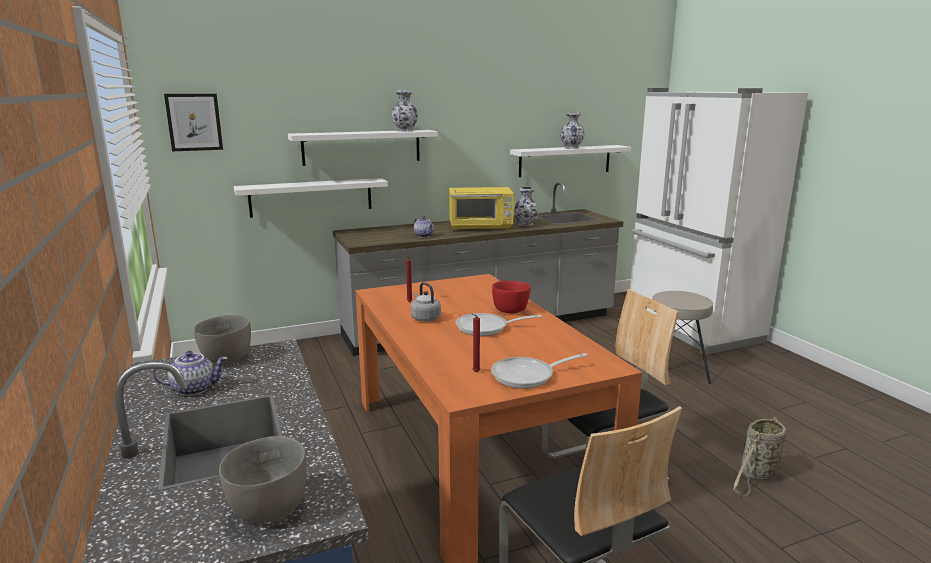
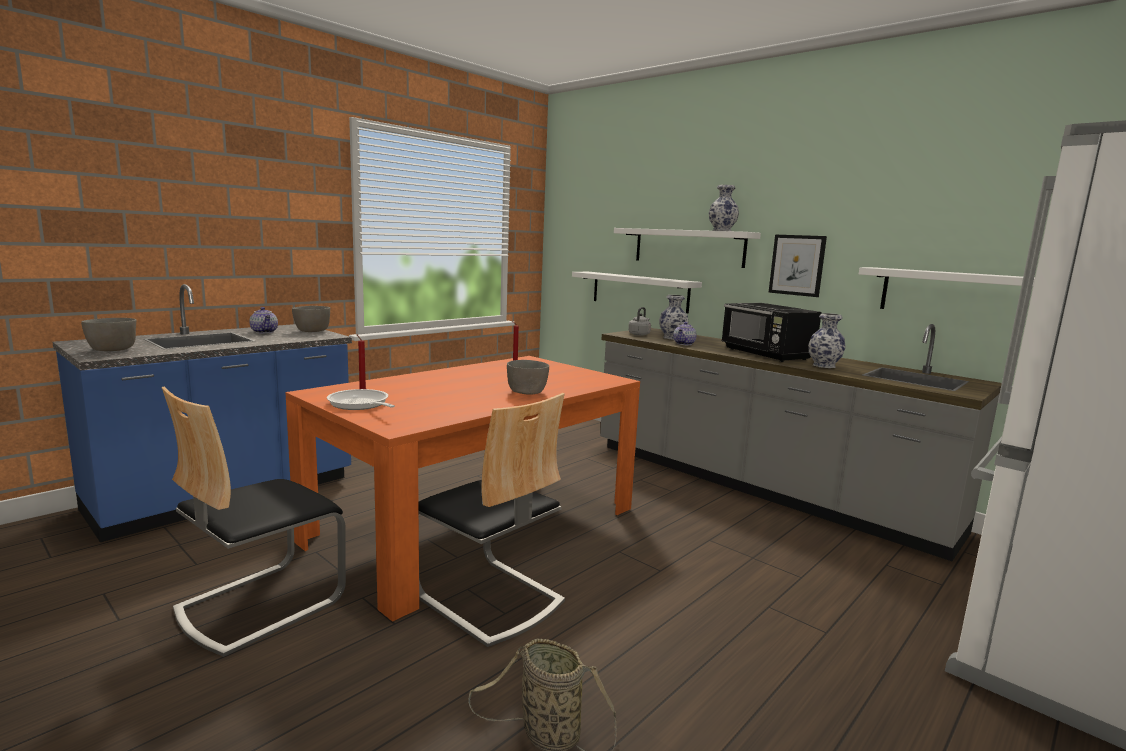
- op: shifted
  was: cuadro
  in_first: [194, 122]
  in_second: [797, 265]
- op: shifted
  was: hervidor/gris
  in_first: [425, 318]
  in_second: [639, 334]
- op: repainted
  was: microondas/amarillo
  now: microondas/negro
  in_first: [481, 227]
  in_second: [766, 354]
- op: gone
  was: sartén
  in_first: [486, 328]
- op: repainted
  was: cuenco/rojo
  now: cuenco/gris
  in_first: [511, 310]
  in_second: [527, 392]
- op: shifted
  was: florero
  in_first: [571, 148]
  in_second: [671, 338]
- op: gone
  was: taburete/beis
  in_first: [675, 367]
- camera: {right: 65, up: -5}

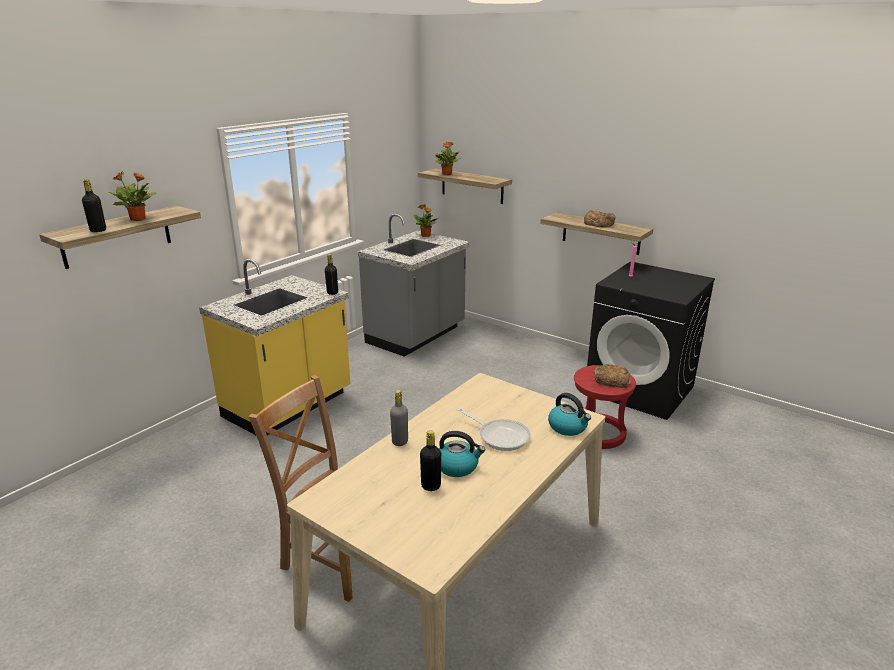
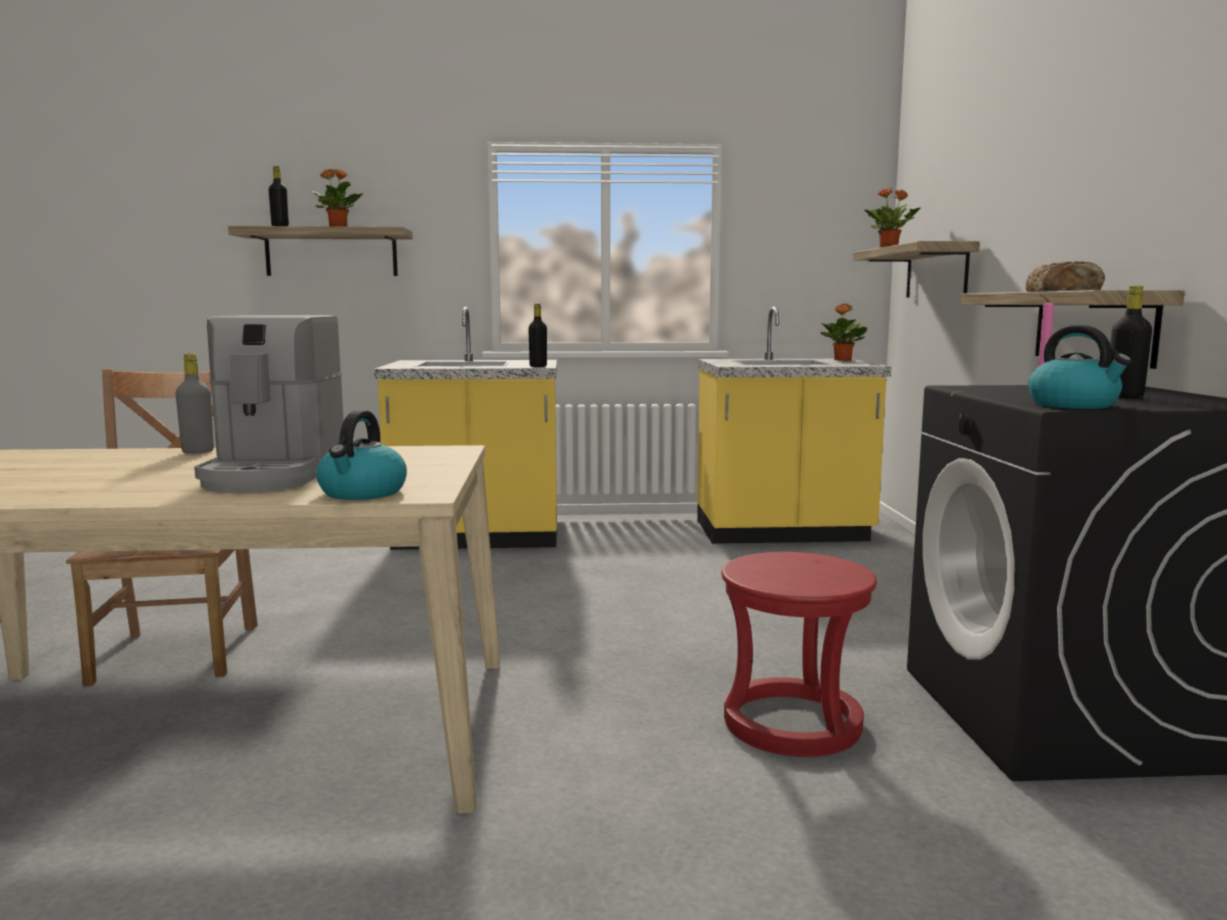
- op: repainted
  was: mueble bajo de cocina/gris
  now: mueble bajo de cocina/amarillo
  in_first: [416, 336]
  in_second: [782, 533]
- op: shifted
  was: botella/negro
  in_first: [431, 486]
  in_second: [1124, 397]
- op: shifted
  was: hervidor
  in_first: [457, 466]
  in_second: [1074, 405]
- op: swapped
  was: sartén
  now: cafetera
  in_first: [500, 436]
  in_second: [274, 474]
- op: gone
  was: pan
  in_first: [611, 380]
- camera: {right: 50, up: -15}

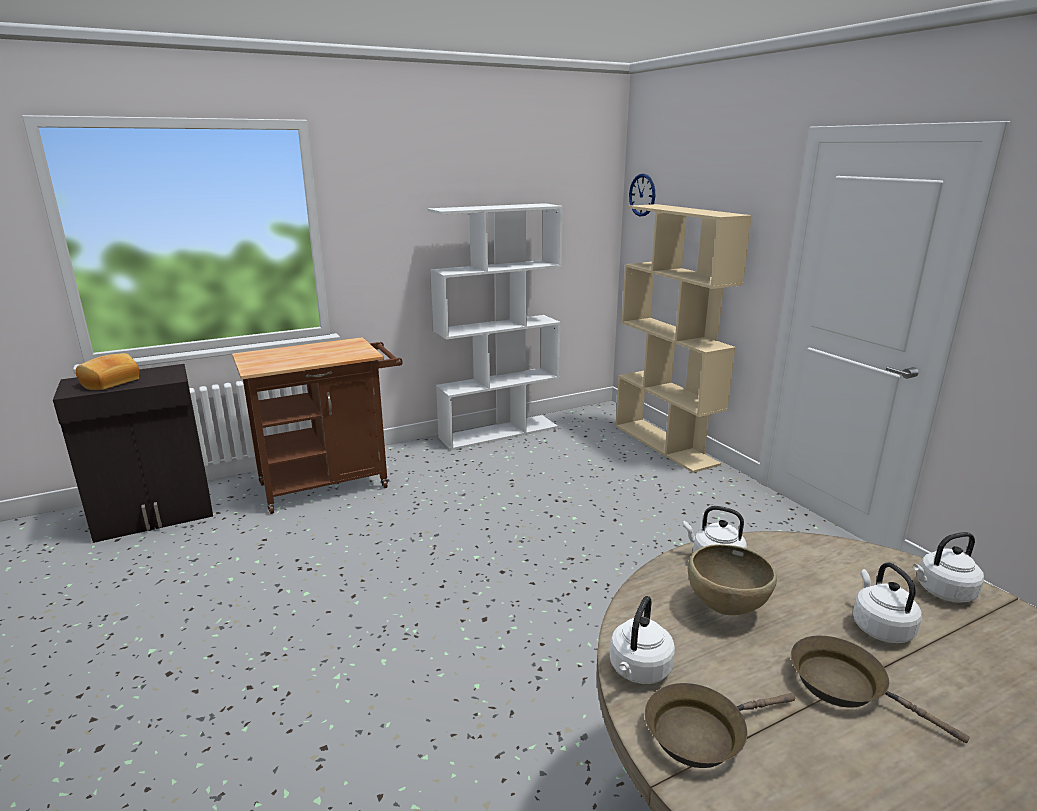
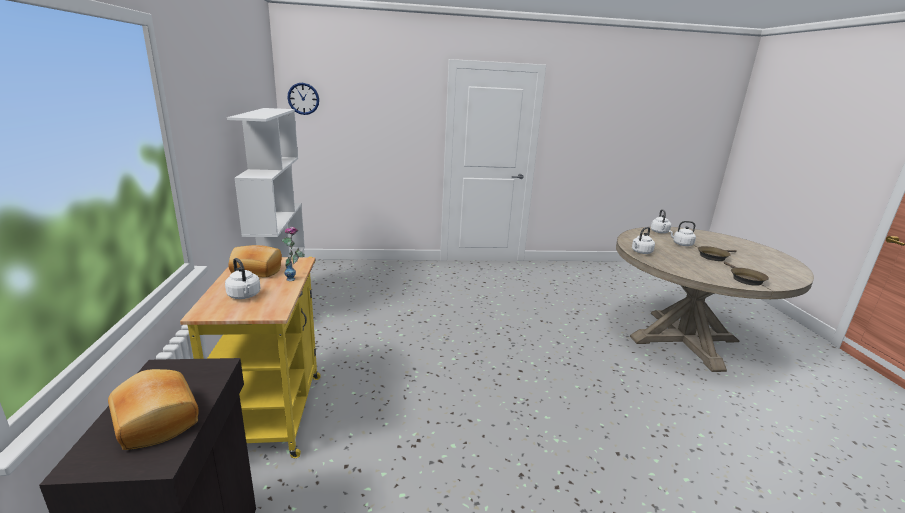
- op: repainted
  was: carrito/marrón
  now: carrito/amarillo
  in_first: [332, 483]
  in_second: [274, 408]
- op: shifted
  was: hervidor/blanco
  in_first: [639, 670]
  in_second: [244, 296]
- op: gone
  was: estantería/beis
  in_first: [665, 444]
- op: gone
  was: cuenco/marrón
  in_first: [726, 608]
- op: new
  now: pan
  in_second: [256, 271]
- op: new
  now: florero
  in_second: [295, 277]
- camera: {right: -70, up: 0}

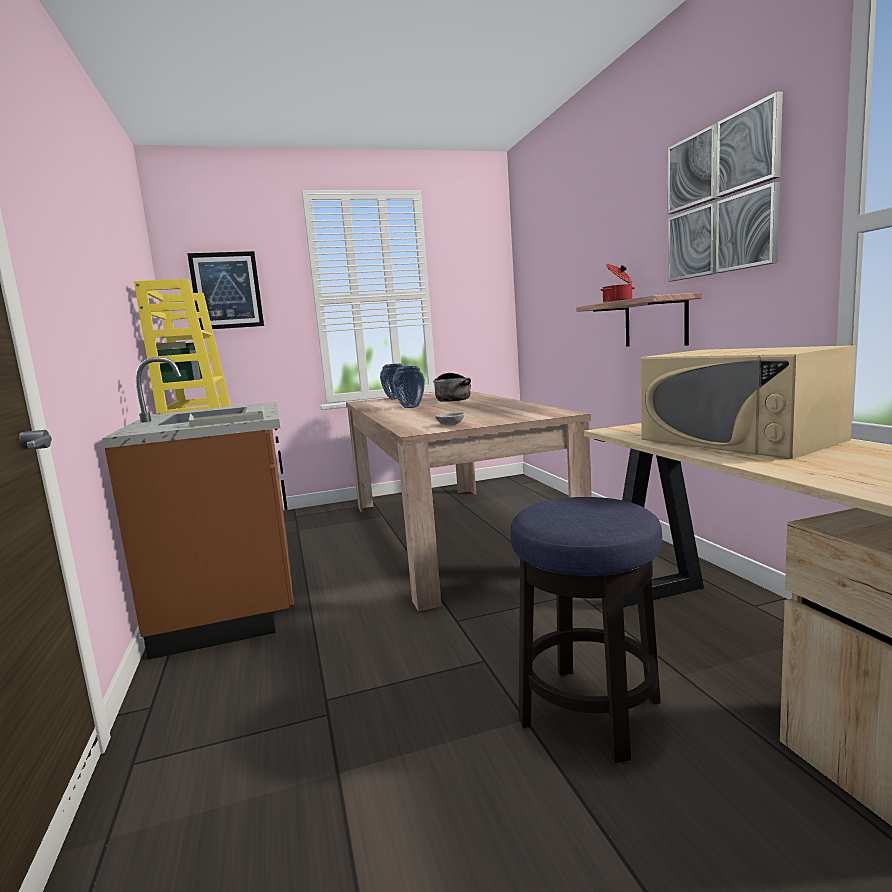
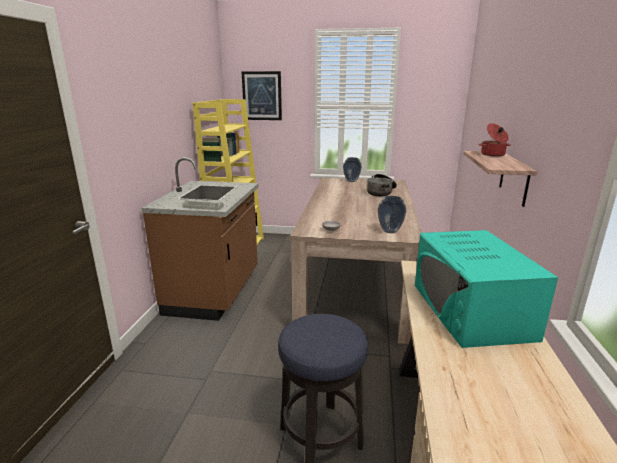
- op: shifted
  was: florero
  in_first: [411, 407]
  in_second: [390, 231]
- op: repainted
  was: microondas/beis
  now: microondas/turquesa
  in_first: [739, 440]
  in_second: [470, 310]
- op: gone
  was: cuadro
  in_first: [720, 199]
- camera: {right: 25, up: 10}

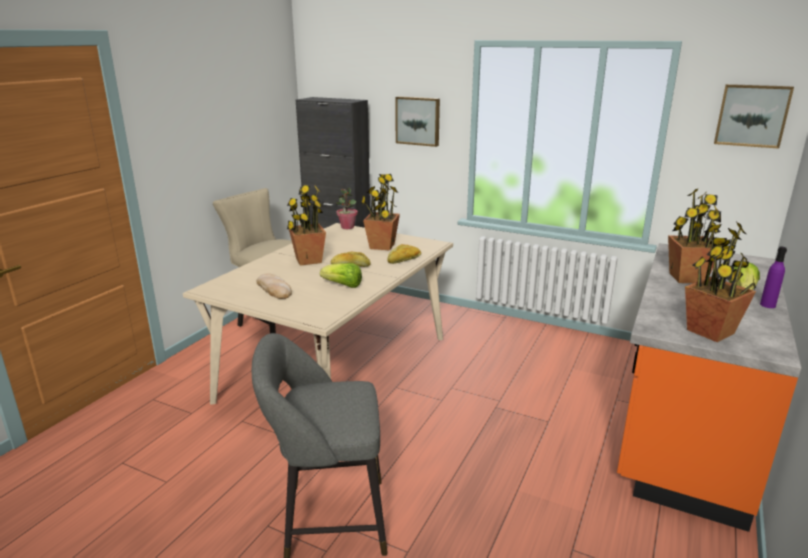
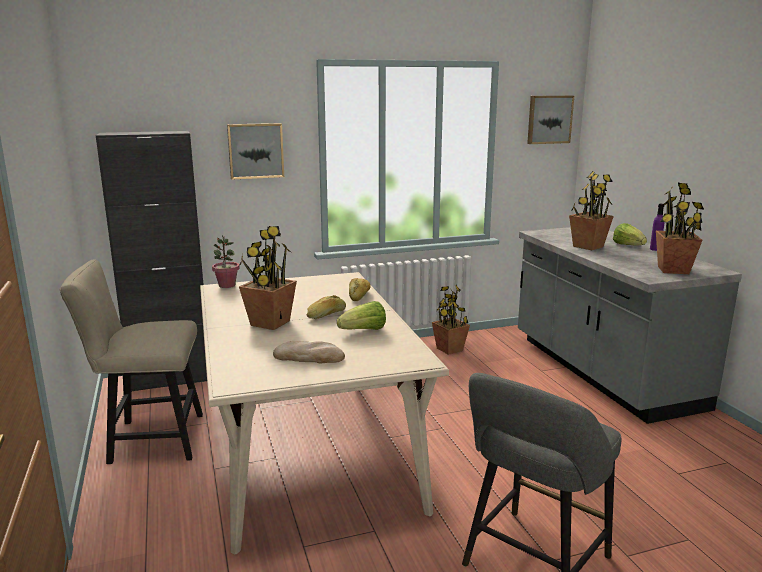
- op: shifted
  was: planta en maceta
  in_first: [382, 246]
  in_second: [450, 349]
- op: repainted
  was: mueble bajo de cocina/naranja
  now: mueble bajo de cocina/gris
  in_first: [683, 430]
  in_second: [602, 372]
- camera: {right: -45, up: -5}

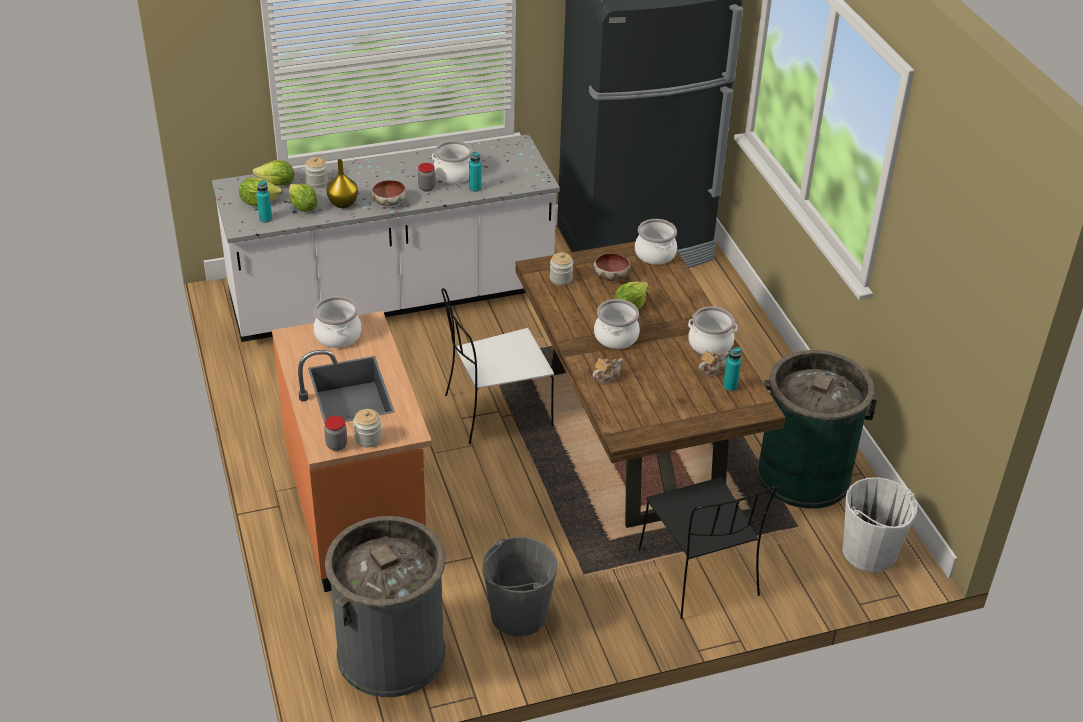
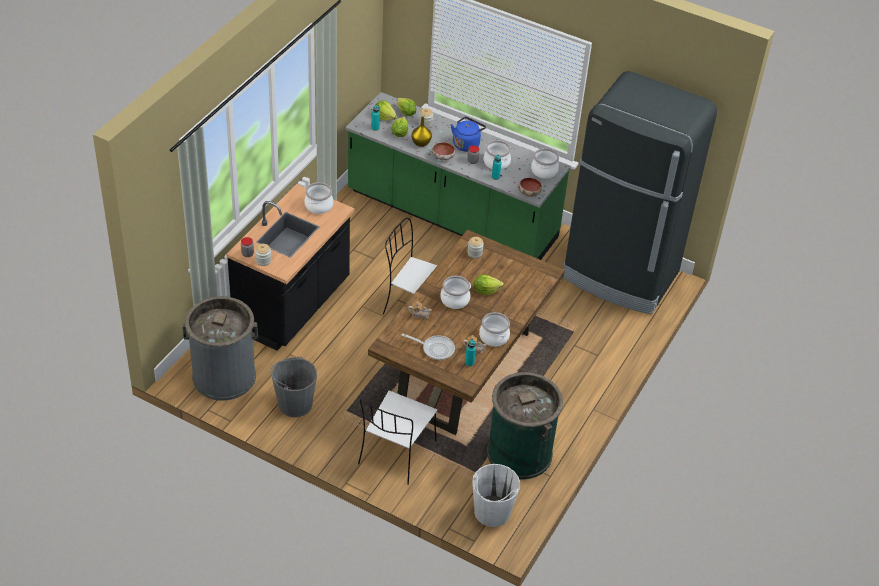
- op: repainted
  was: mueble bajo de cocina/blanco
  now: mueble bajo de cocina/verde
  in_first: [392, 297]
  in_second: [451, 216]
- op: repainted
  was: mueble bajo de cocina/naranja
  now: mueble bajo de cocina/negro
  in_first: [358, 511]
  in_second: [294, 307]
- op: shifted
  was: cuenco
  in_first: [610, 277]
  in_second: [529, 193]
- op: shifted
  was: olla
  in_first: [654, 254]
  in_second: [544, 171]
- op: repainted
  was: silla/negro
  now: silla/blanco
  in_first: [700, 575]
  in_second: [396, 454]
- op: new
  now: sartén
  in_second: [435, 349]
- op: new
  now: hervidor/azul
  in_second: [467, 144]
- camera: {right: 45, up: 5}

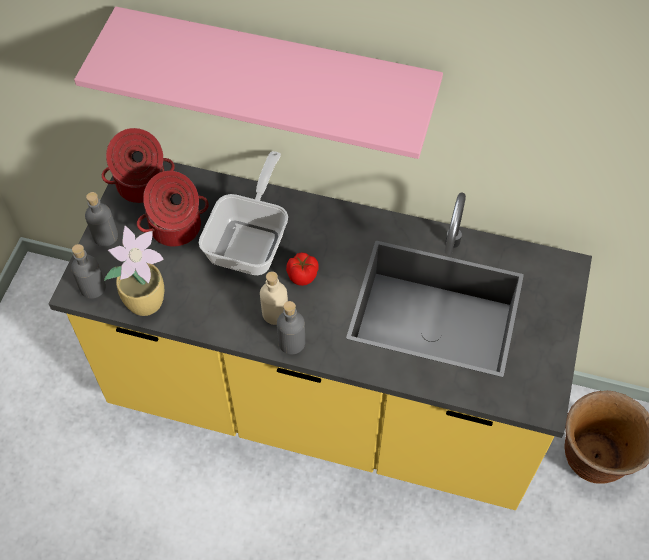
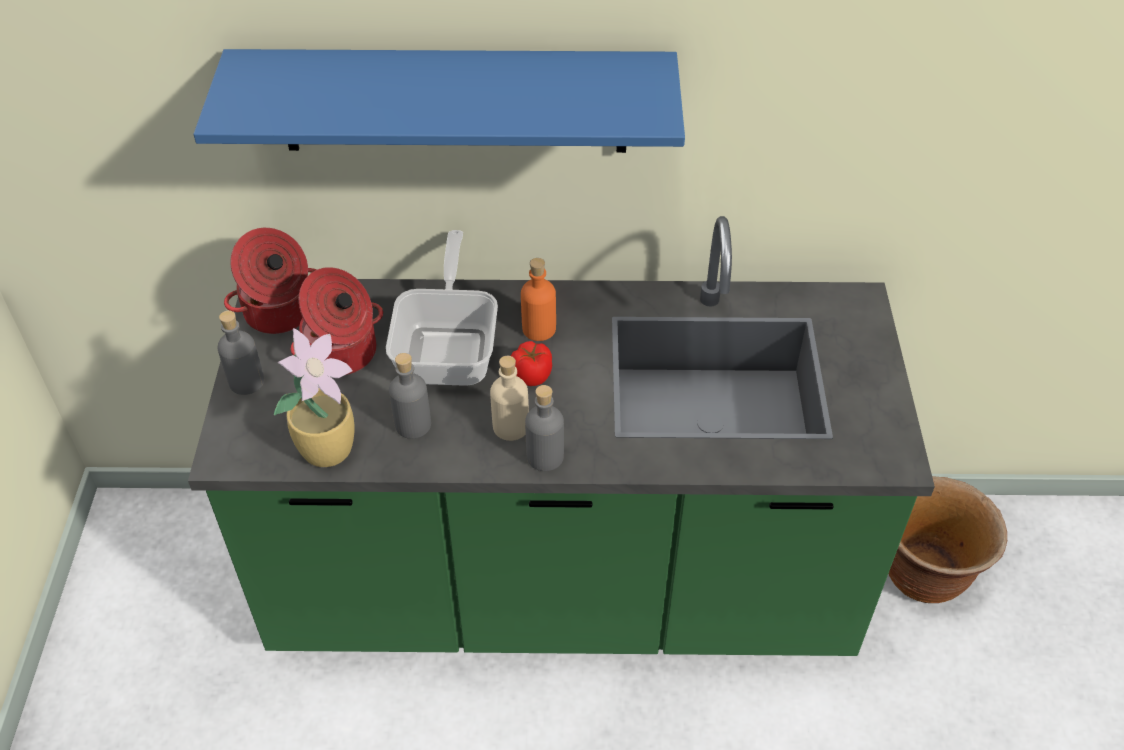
- op: repainted
  was: mueble bajo de cocina/amarillo
  now: mueble bajo de cocina/verde
  in_first: [324, 404]
  in_second: [562, 589]
- op: shifted
  was: botella/gris
  in_first: [92, 287]
  in_second: [413, 424]
- op: repainted
  was: estante/rosa
  now: estante/azul
  in_first: [277, 71]
  in_second: [453, 101]
- op: new
  now: botella/naranja
  in_second: [539, 329]
- camera: {right: -15, up: -10}

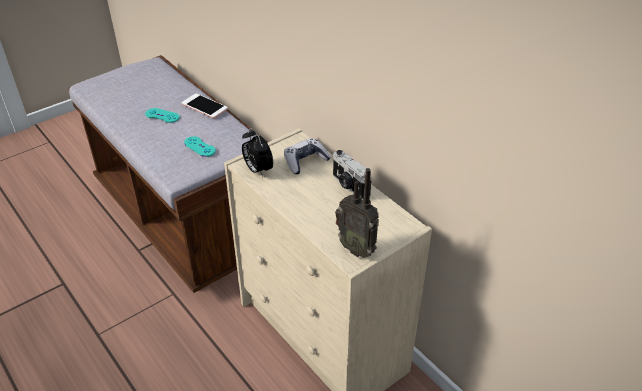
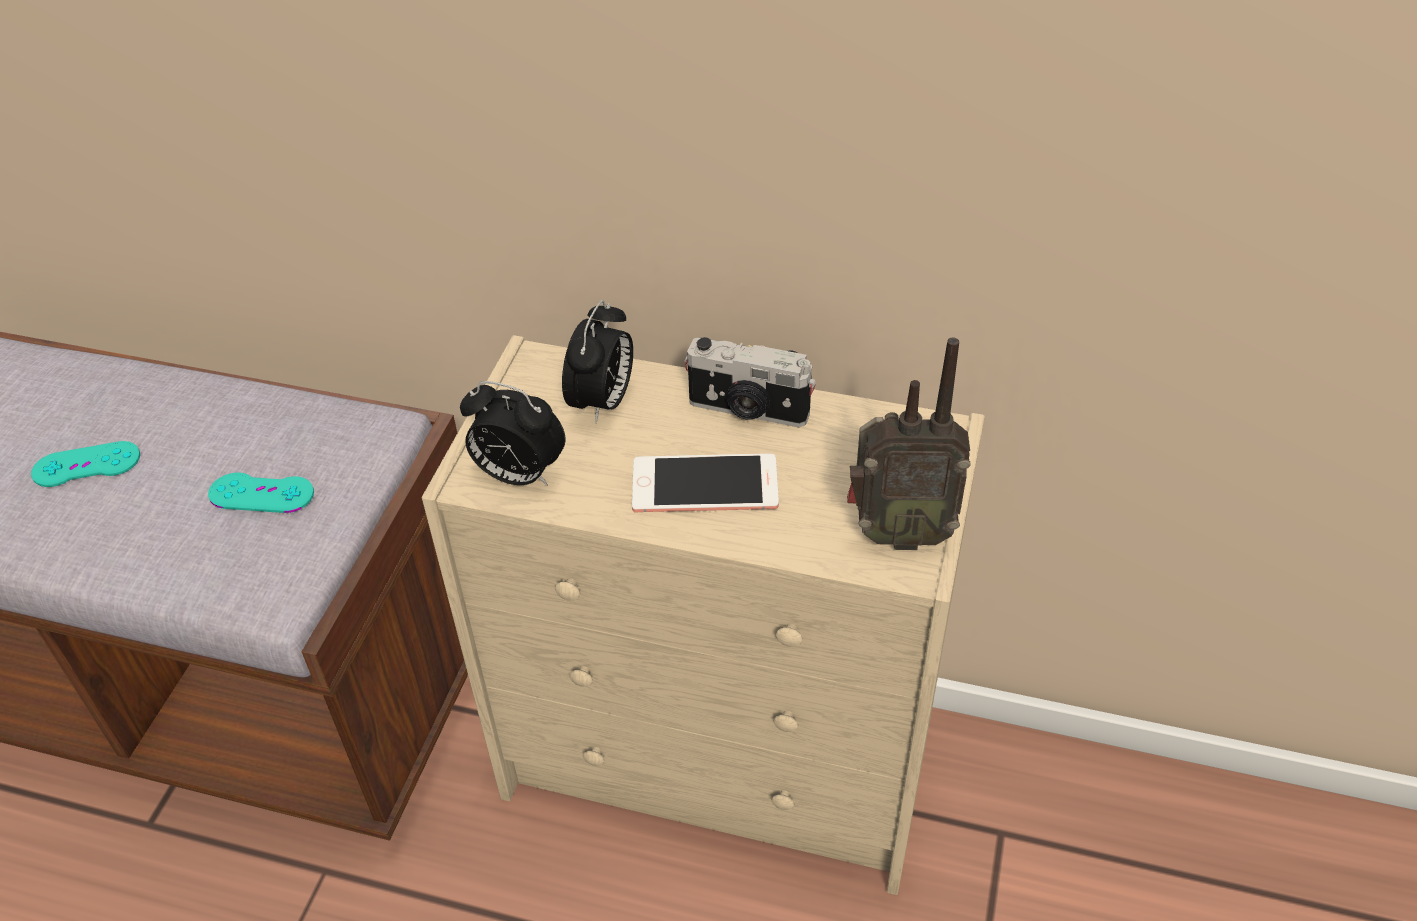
- op: shifted
  was: móvil
  in_first: [204, 106]
  in_second: [705, 485]
- op: swapped
  was: mando de consola
  now: despertador
  in_first: [305, 161]
  in_second: [602, 402]
- camera: {right: -35, up: 5}

